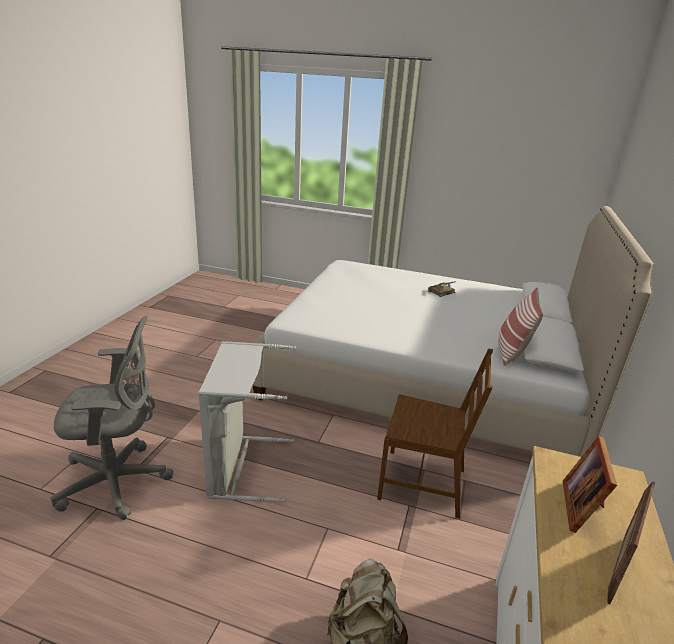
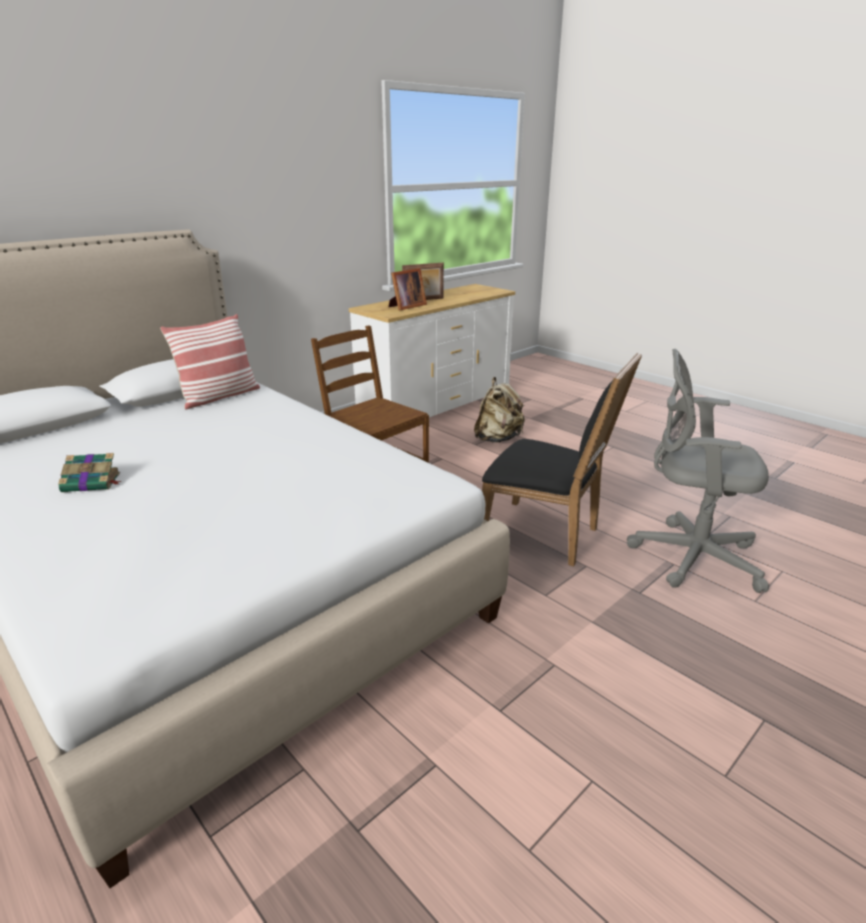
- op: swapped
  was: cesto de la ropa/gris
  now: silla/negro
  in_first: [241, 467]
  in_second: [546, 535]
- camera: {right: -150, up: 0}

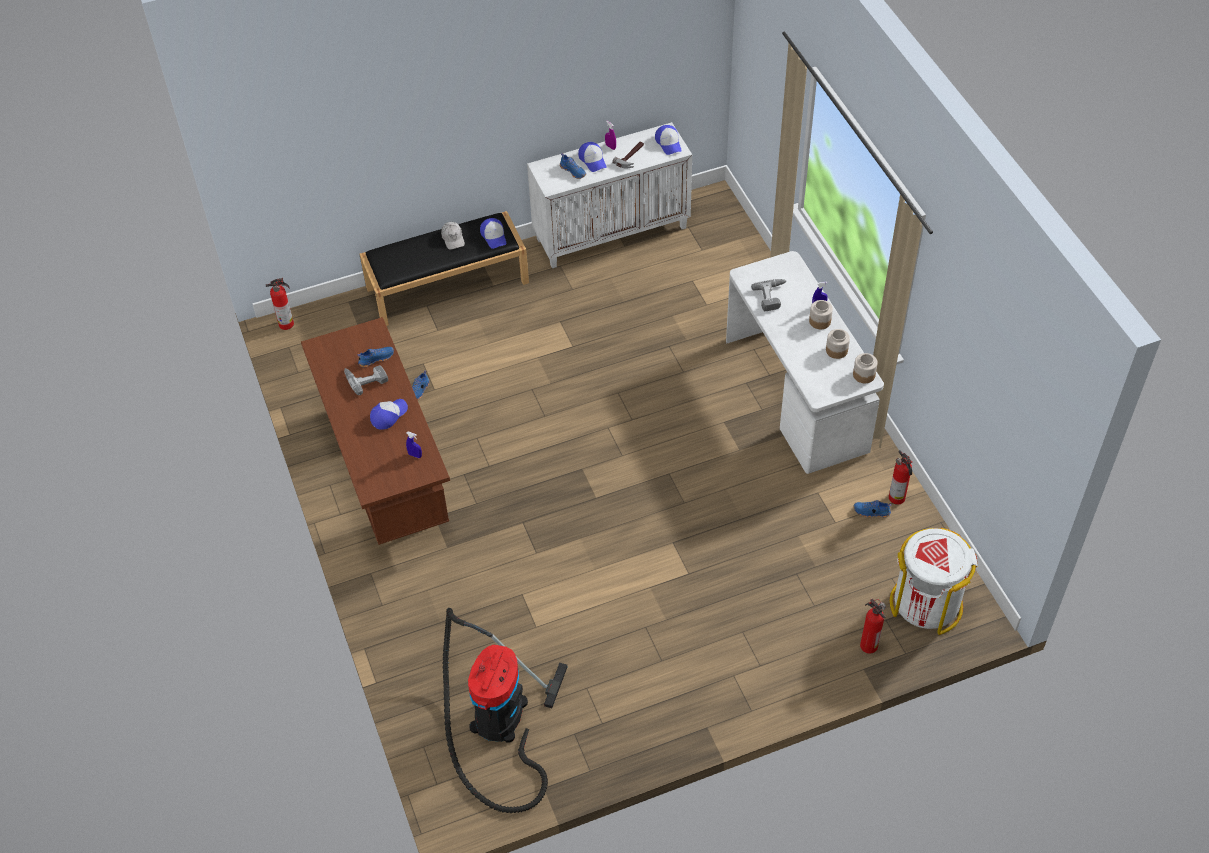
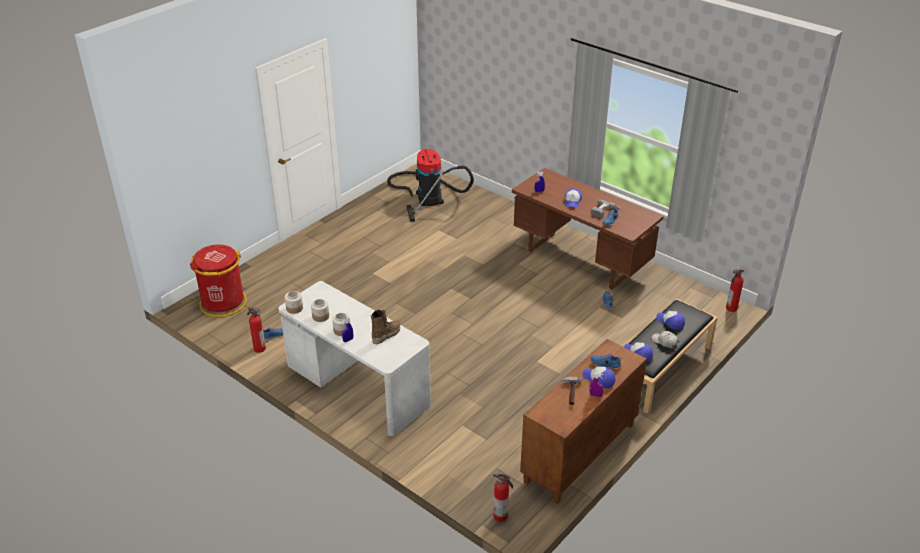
- op: repainted
  was: armario/blanco
  now: armario/marrón
  in_first: [612, 232]
  in_second: [580, 454]
- op: shifted
  was: gorra
  in_first: [669, 143]
  in_second: [670, 322]
- op: swapped
  was: taladro
  now: bota
  in_first: [772, 296]
  in_second: [386, 335]
- op: shifted
  was: extintor
  in_first: [868, 644]
  in_second: [501, 516]
- op: repainted
  was: papelera/blanco
  now: papelera/rojo
  in_first: [926, 604]
  in_second: [223, 303]
- camera: {right: 150, up: -15}

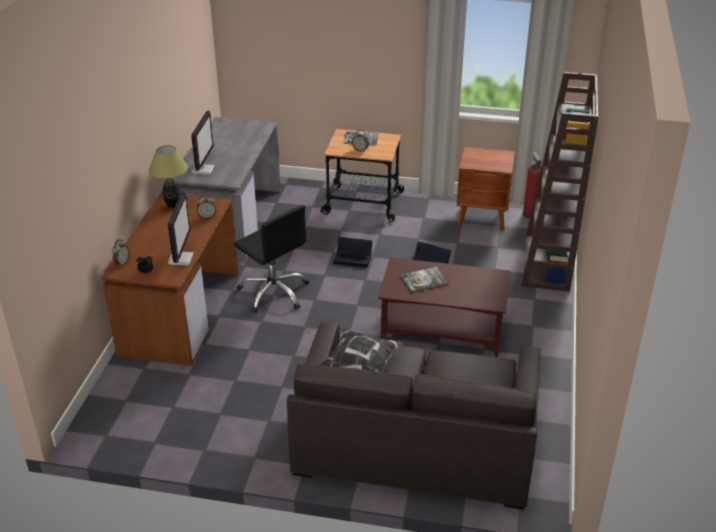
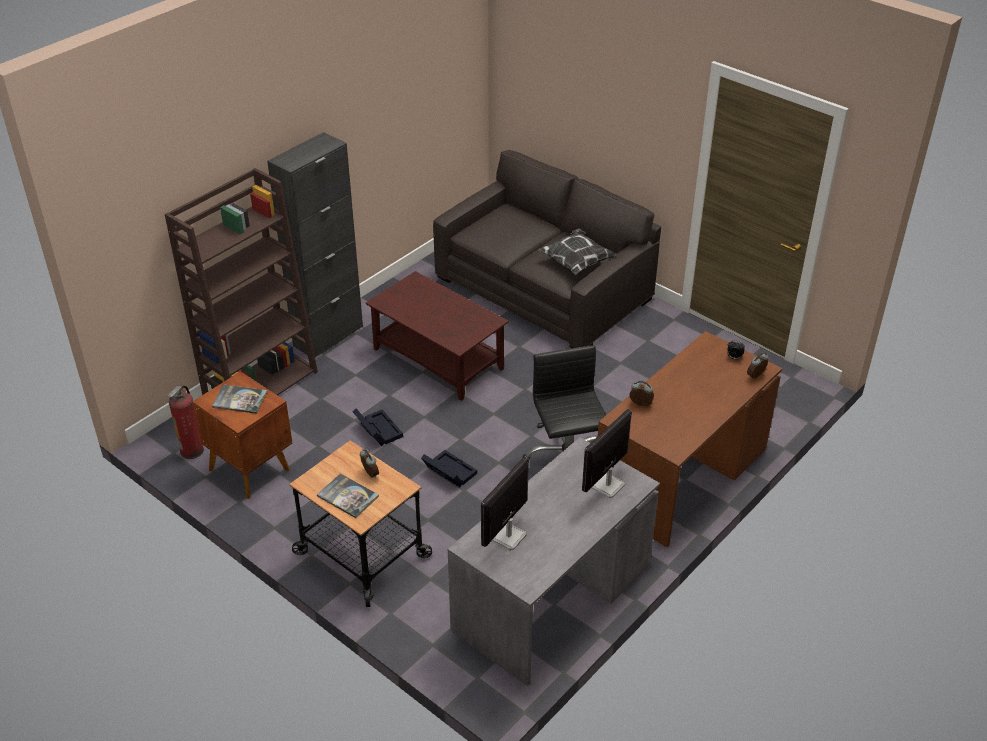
- op: gone
  was: lámpara de mesa
  in_first: [173, 205]
- op: shifted
  was: monitor
  in_first: [181, 258]
  in_second: [507, 537]
- op: shifted
  was: libro
  in_first: [424, 280]
  in_second: [240, 400]
- op: new
  now: armario/negro
  in_second: [328, 336]
- camera: {right: -150, up: 5}

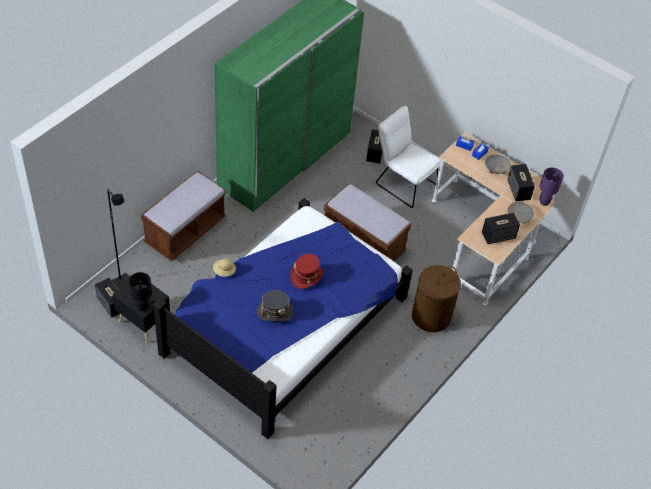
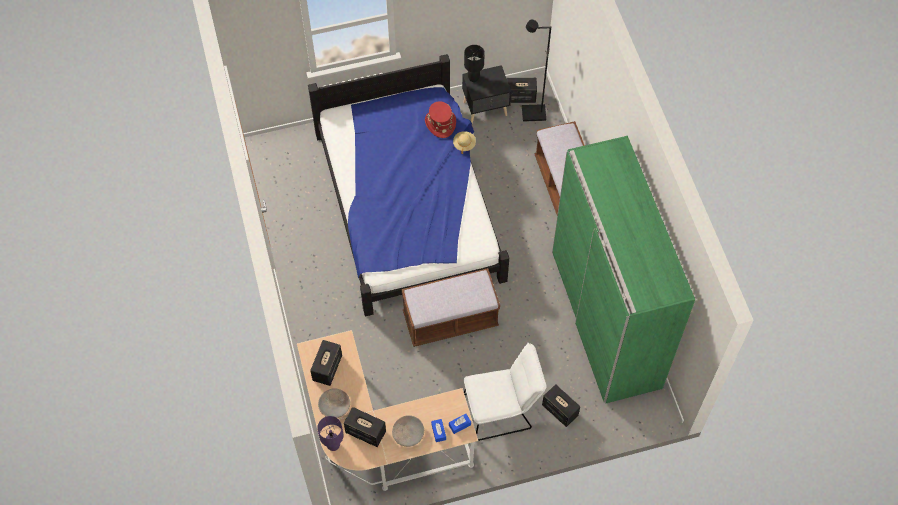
- op: gone
  was: sombrero/gris
  in_first: [275, 311]
- op: shifted
  was: sombrero/rojo
  in_first: [306, 276]
  in_second: [440, 123]
- op: gone
  was: cesto de la ropa/marrón
  in_first: [431, 316]
- camera: {right: 130, up: 10}

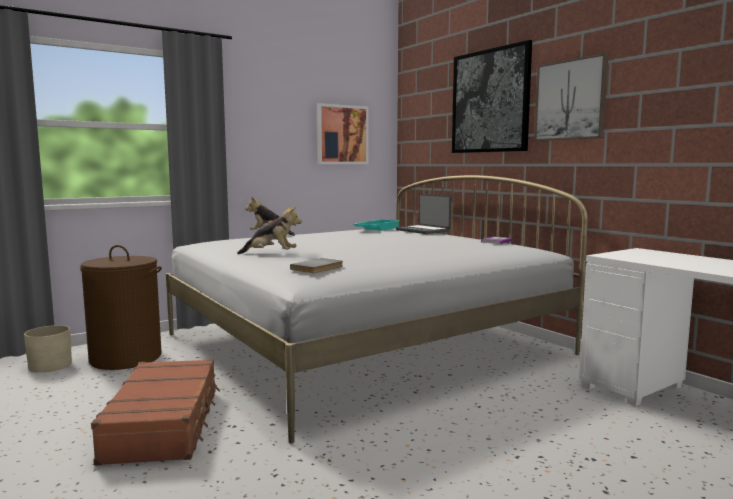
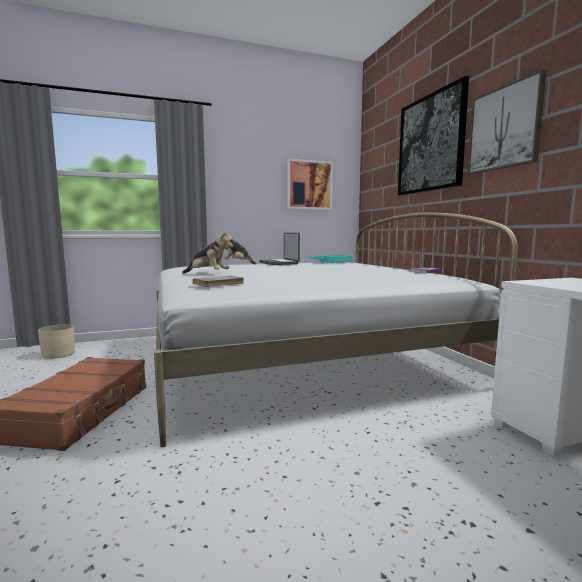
- op: gone
  was: cesto de la ropa/marrón
  in_first: [126, 358]
- op: shifted
  was: portátil
  in_first: [423, 231]
  in_second: [279, 263]
- camera: {right: 15, up: 0}

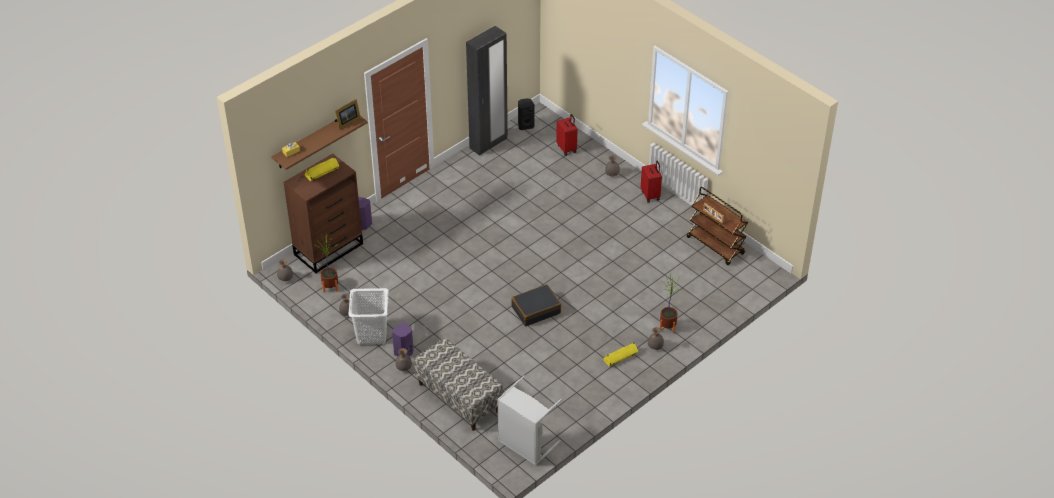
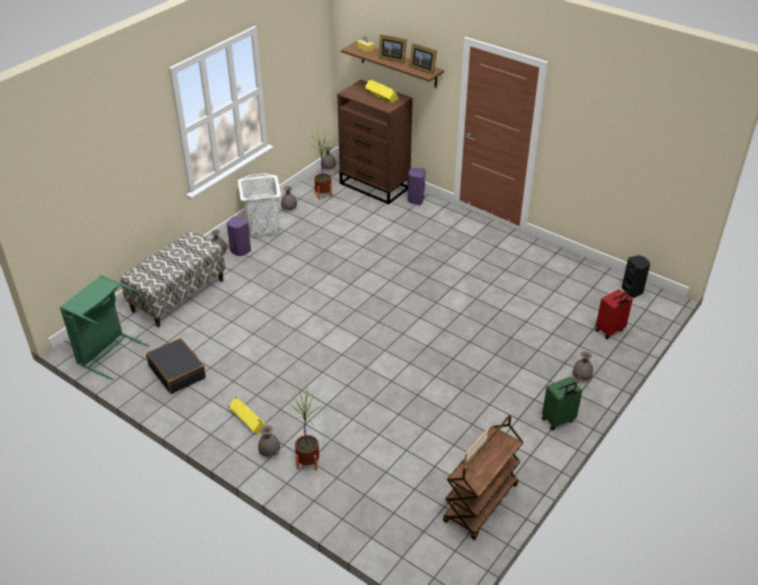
- op: gone
  was: armario ropero/negro
  in_first: [488, 143]
- op: repainted
  was: cesto de la ropa/gris
  now: cesto de la ropa/verde
  in_first: [525, 445]
  in_second: [108, 352]
- op: shifted
  was: maleta/negro
  in_first: [536, 310]
  in_second: [177, 372]
- op: repainted
  was: maleta/rojo
  now: maleta/verde
  in_first: [650, 195]
  in_second: [558, 420]
- op: new
  now: portarretratos
  in_second: [392, 59]
- camera: {right: 80, up: -5}

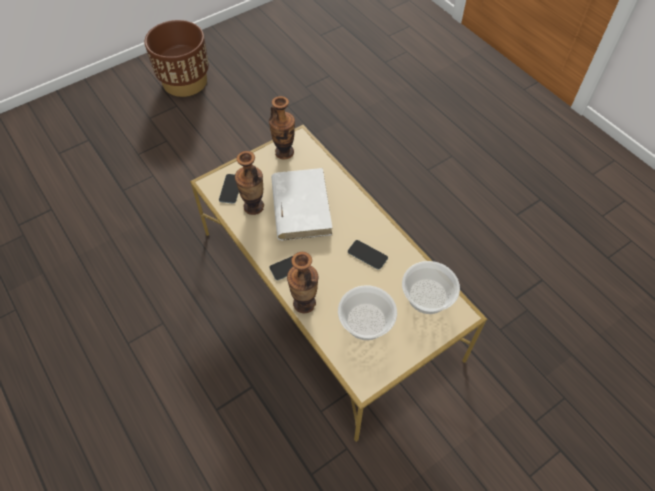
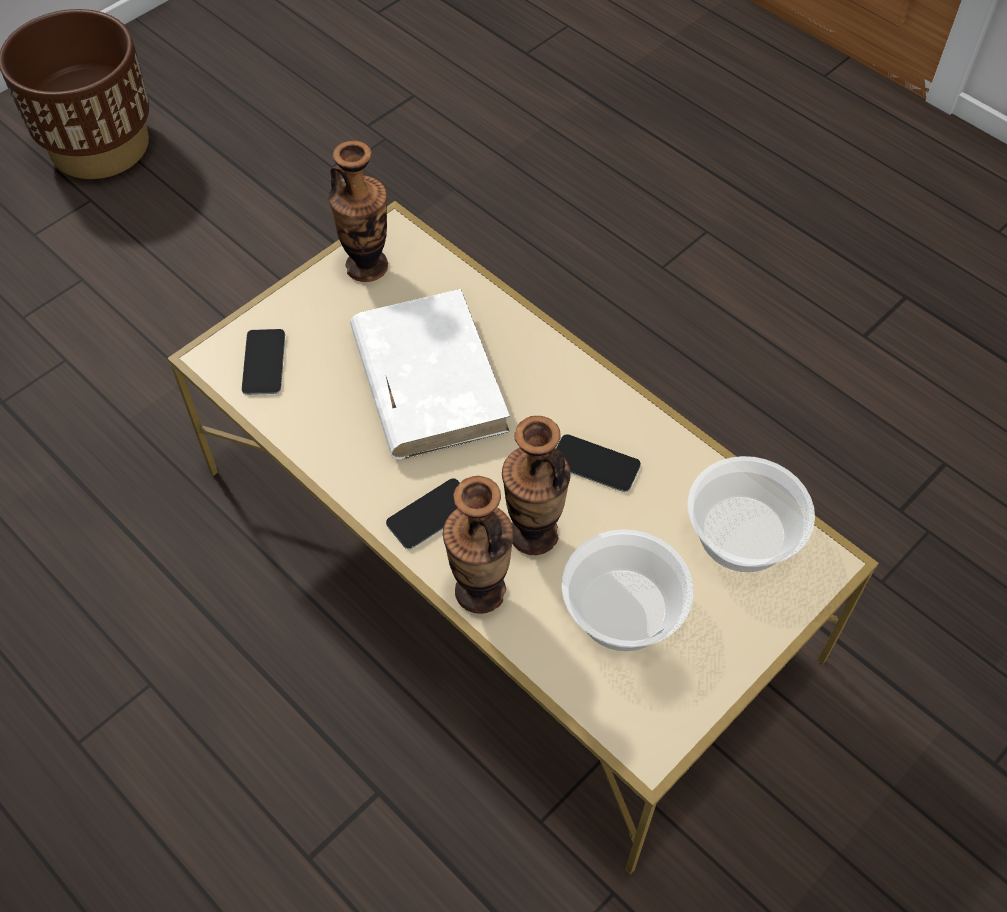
- op: shifted
  was: florero
  in_first: [253, 206]
  in_second: [533, 534]
- camera: {right: -10, up: 0}

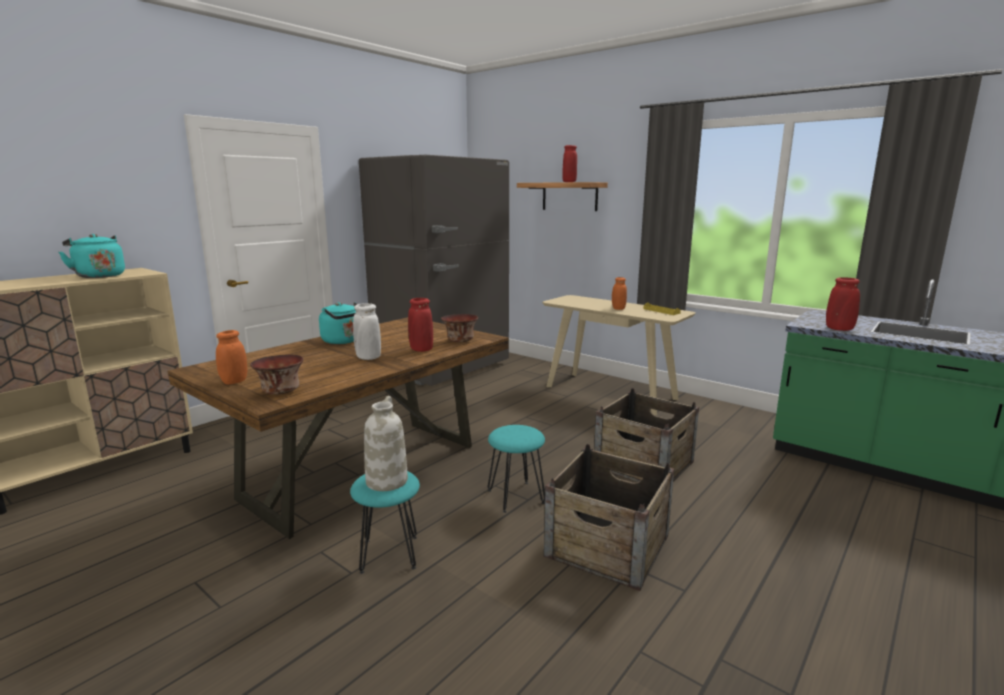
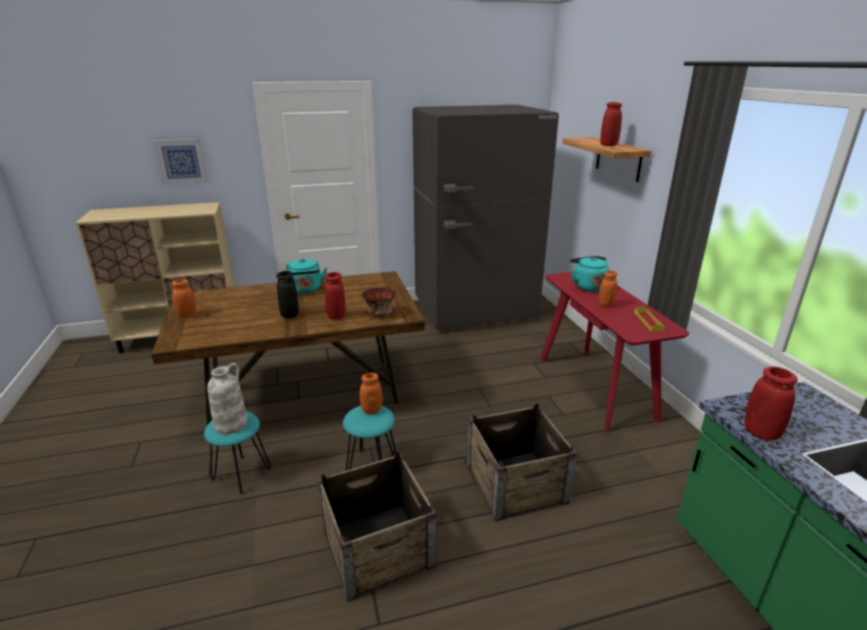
- op: shifted
  was: hervidor/turquesa
  in_first: [99, 276]
  in_second: [587, 286]
- op: gone
  was: cuenco
  in_first: [280, 392]
- op: repainted
  was: florero/blanco
  now: florero/negro
  in_first: [368, 358]
  in_second: [289, 315]
- op: repainted
  was: mesa consola/beis
  now: mesa consola/rojo
  in_first: [610, 392]
  in_second: [595, 387]
- op: new
  now: cuadro
  in_second: [181, 161]
- op: new
  now: tarro/naranja
  in_second: [371, 410]
- camera: {right: 35, up: 10}

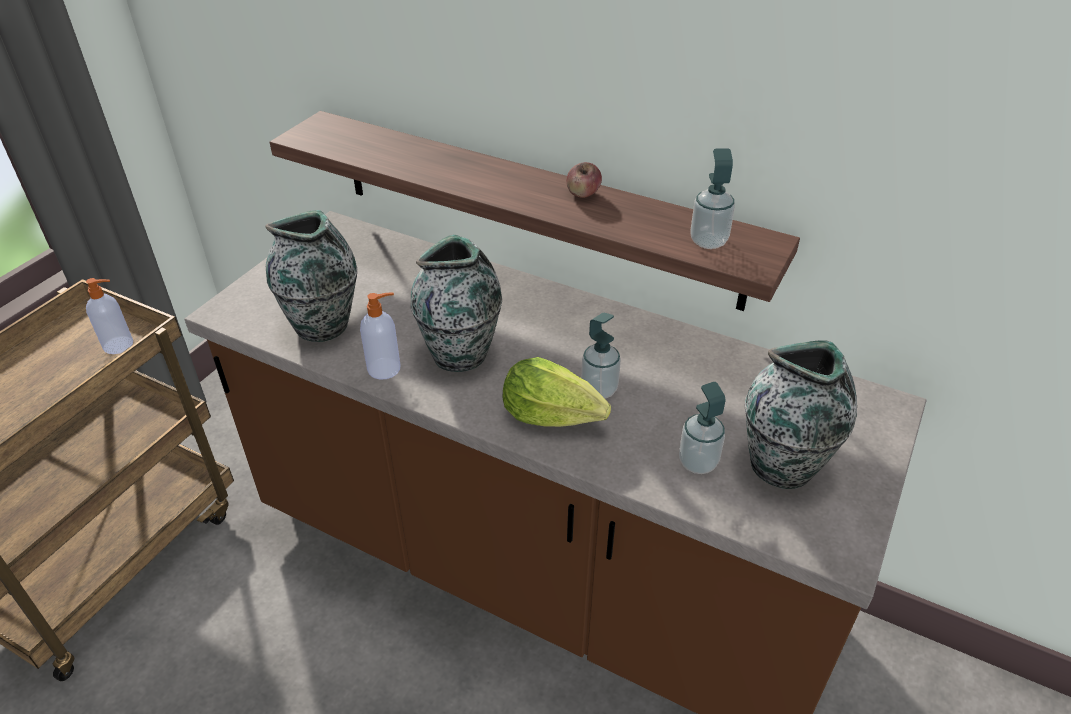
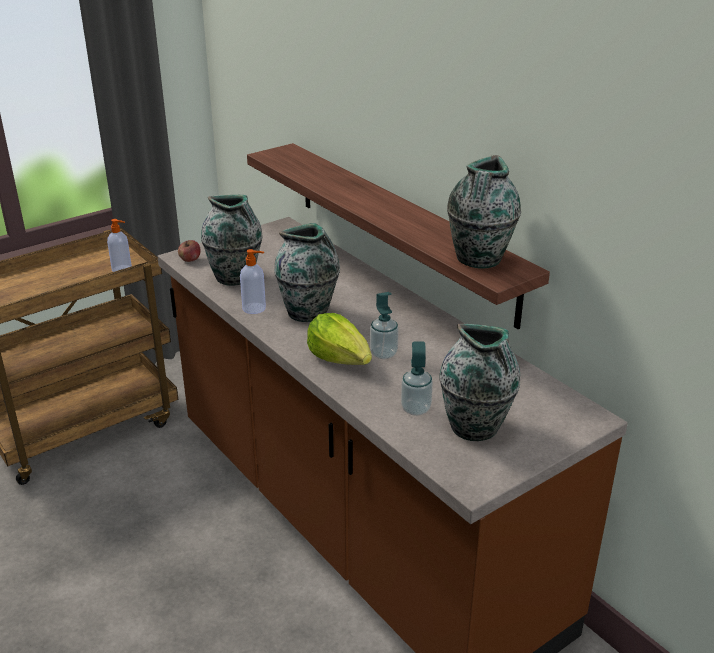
- op: shifted
  was: manzana
  in_first: [583, 193]
  in_second: [190, 259]
- op: swapped
  was: dispensador de jabón
  now: florero
  in_first: [708, 241]
  in_second: [479, 259]
- camera: {right: 25, up: -10}

